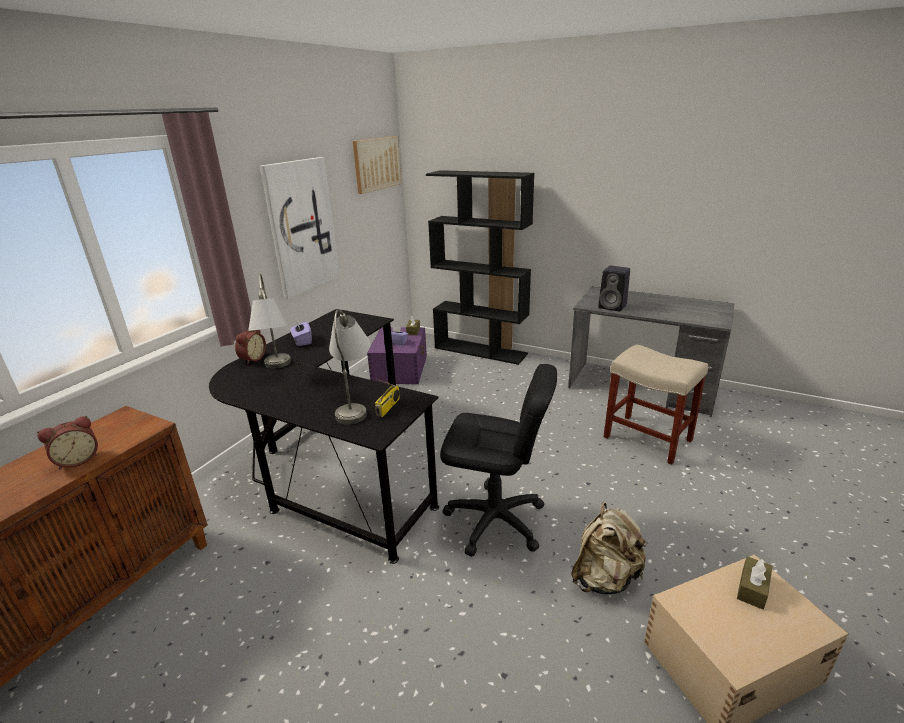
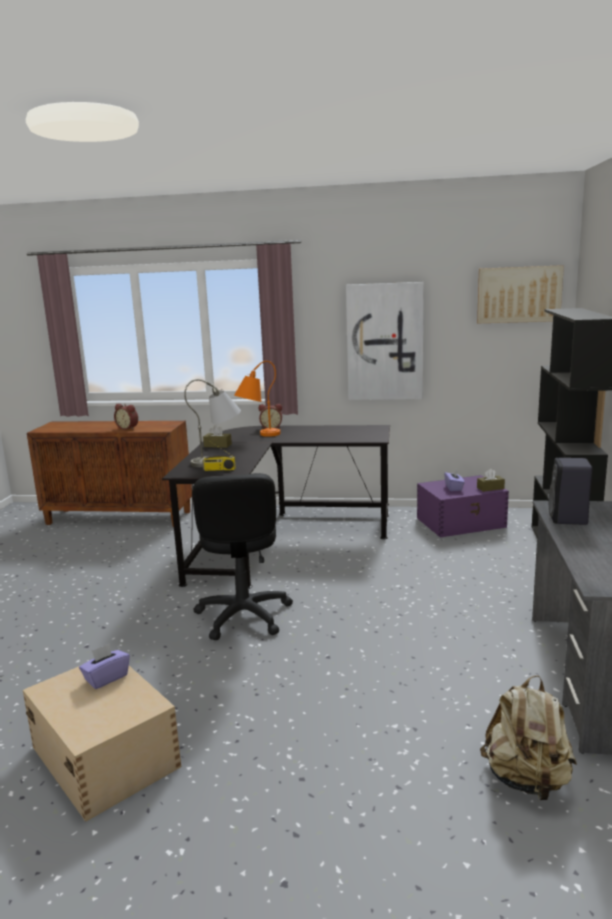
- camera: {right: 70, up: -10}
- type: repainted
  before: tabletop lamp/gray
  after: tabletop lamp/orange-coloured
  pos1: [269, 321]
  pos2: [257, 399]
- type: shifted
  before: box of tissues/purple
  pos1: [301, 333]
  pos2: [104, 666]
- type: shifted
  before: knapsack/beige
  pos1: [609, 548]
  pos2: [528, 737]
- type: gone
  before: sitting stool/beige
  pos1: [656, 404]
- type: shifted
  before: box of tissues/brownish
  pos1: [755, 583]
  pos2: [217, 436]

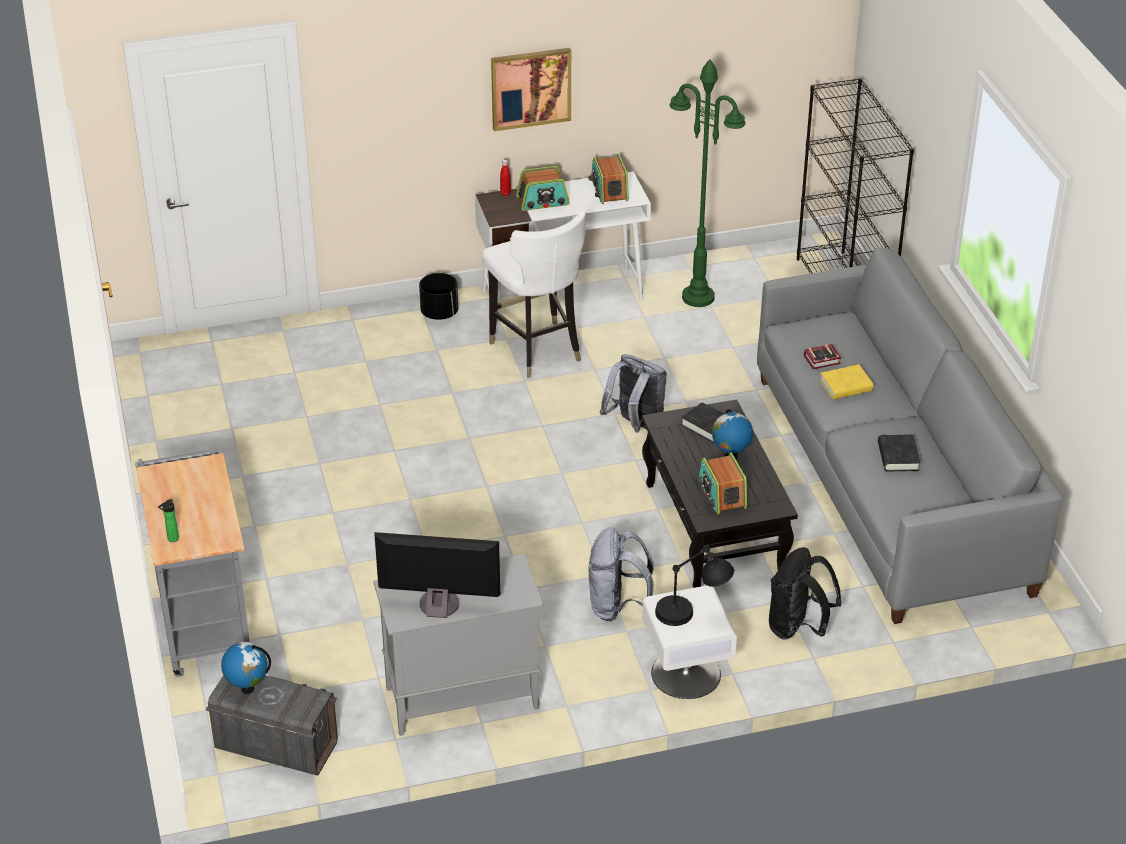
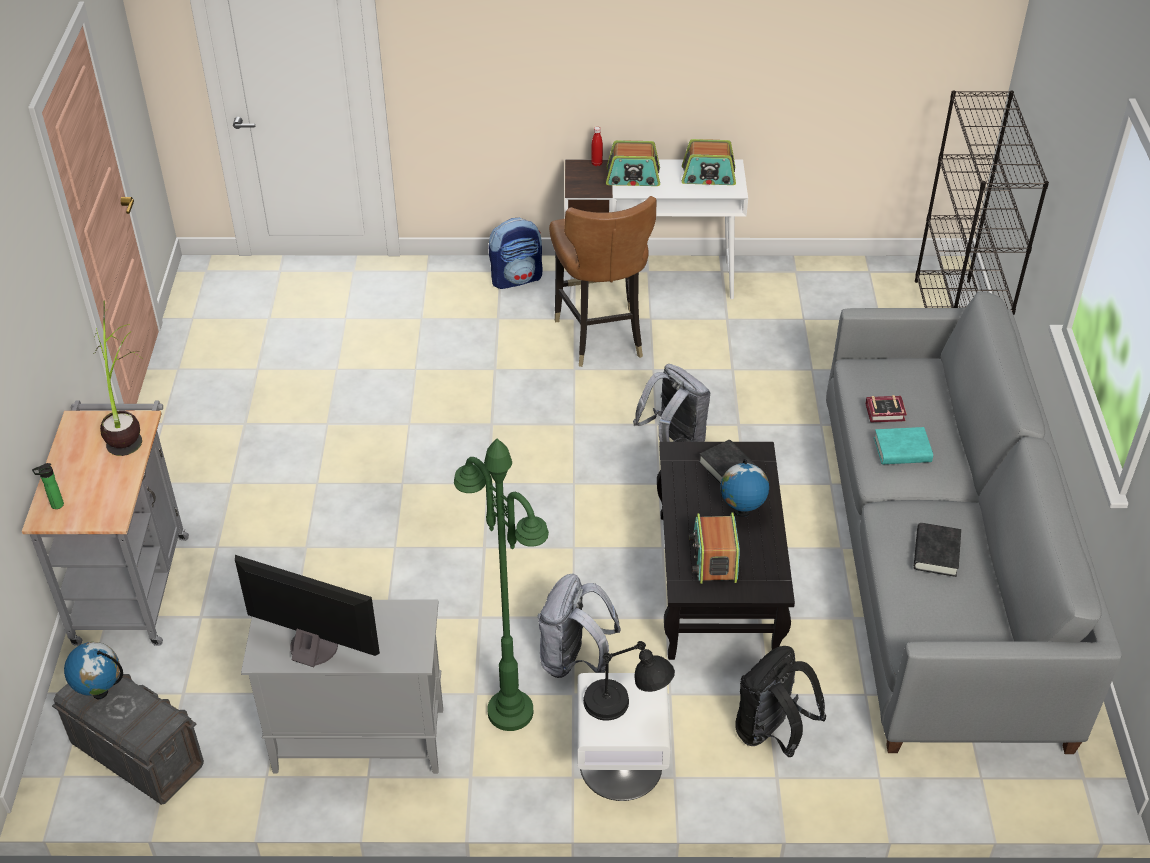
- camera: {right: 15, up: 5}
- type: swapped
  before: flower pot/black
  after: knapsack
  pos1: [438, 296]
  pos2: [515, 253]
- type: repainted
  before: plain chair/white-coloured
  after: plain chair/brownish
  pos1: [534, 294]
  pos2: [603, 281]
- type: gone
  before: wall art
  pos1: [531, 89]
- type: rotated
  before: radio
  pos1: [608, 179]
  pos2: [709, 162]
  turn: -90
- type: shifted
  before: standard lamp/green-coloured
  pos1: [707, 183]
  pos2: [501, 585]
- type: repainted
  before: book/yellow
  after: book/blue-green
  pos1: [846, 381]
  pos2: [903, 445]
- type: new
  after: houseplant
  pos2: [118, 378]

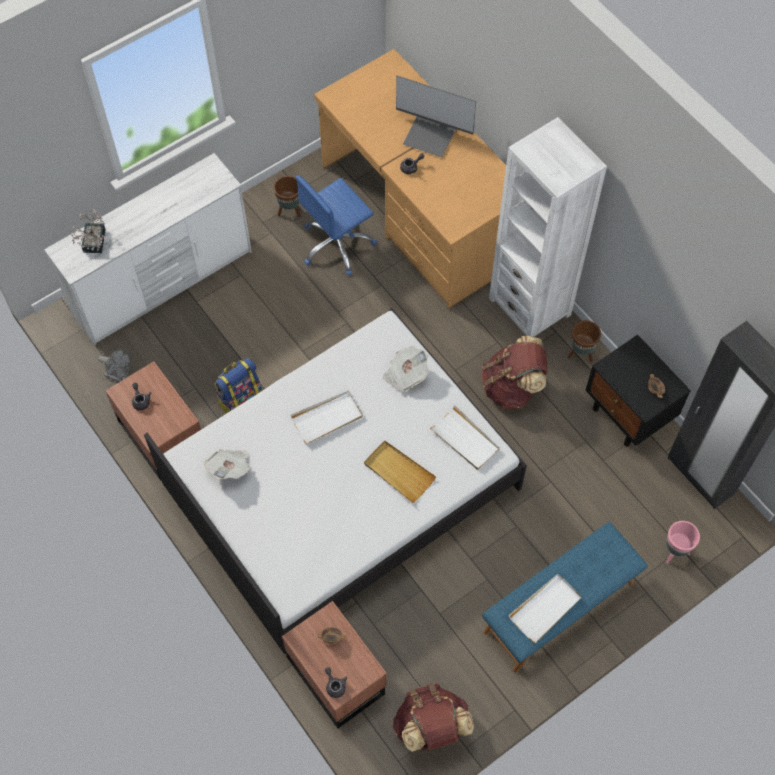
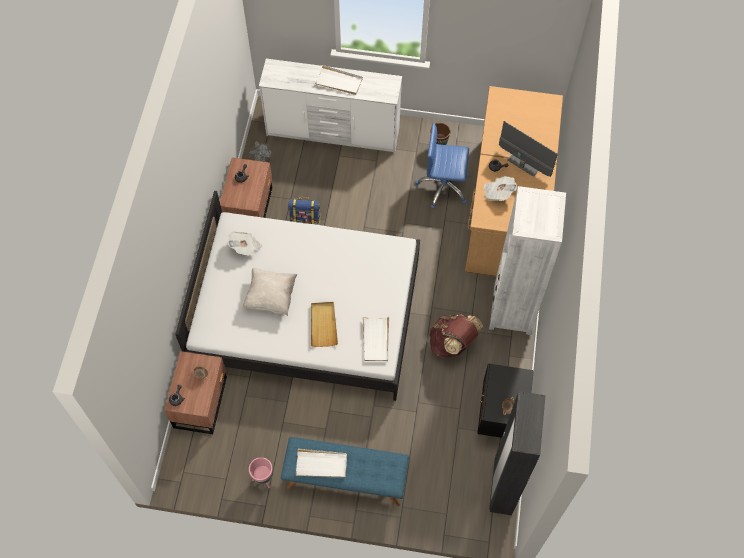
- camera: {right: 45, up: 0}
- type: gone
  before: houseplant
  pos1: [88, 231]
- type: shifted
  before: serving tray/white-coloured
  pos1: [326, 417]
  pos2: [338, 80]
- type: shifted
  before: printed paper
  pos1: [406, 369]
  pos2: [500, 188]
- type: gone
  before: knapsack/brownish
  pos1: [433, 717]
- type: rotated
  before: computer screen
  pos1: [436, 116]
  pos2: [528, 149]
  turn: 150
- type: gone
  before: flower pot/brownish
  pos1: [584, 341]
- type: shifted
  before: flower pot/pink
  pos1: [683, 542]
  pos2: [260, 472]
- type: new
  after: cushion/beige
  pos2: [269, 292]

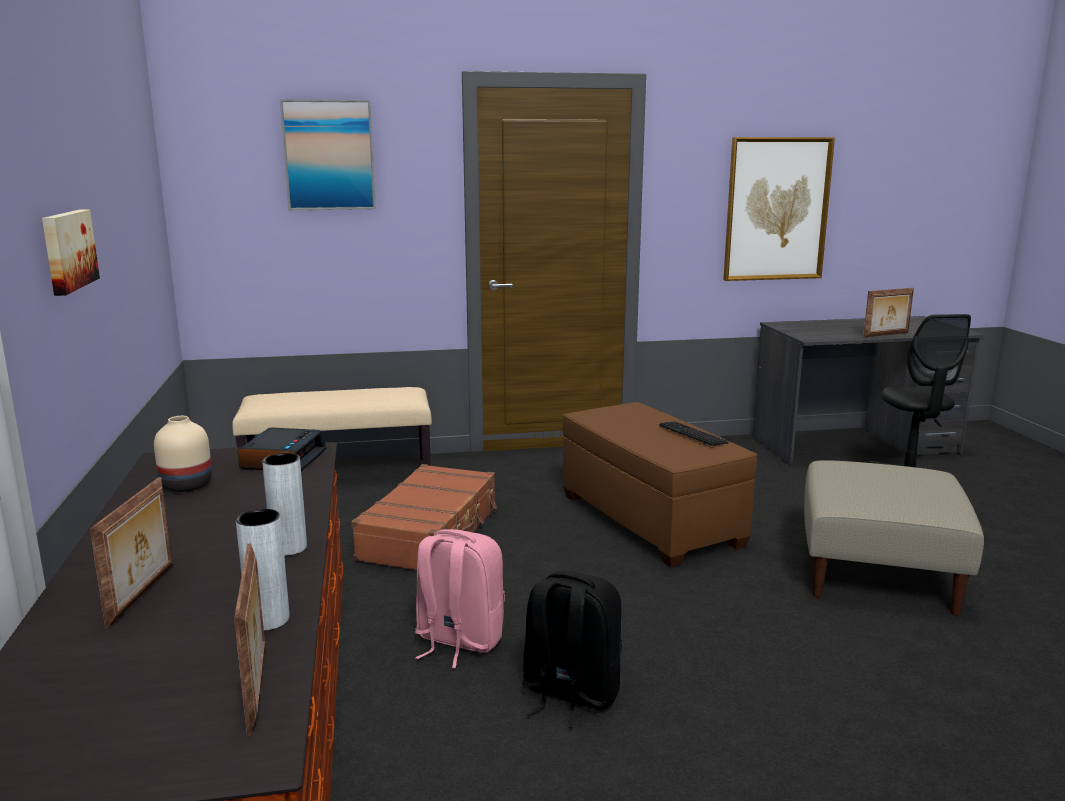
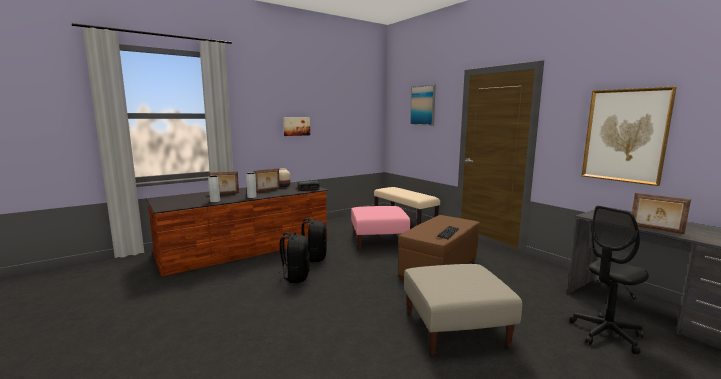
- camera: {right: 65, up: -5}
- type: shifted
  before: standing frame
  pos1: [249, 639]
  pos2: [267, 180]
- type: swapped
  before: travel case/brownish
  after: pouffe/pink
  pos1: [424, 517]
  pos2: [380, 227]
- type: repainted
  before: knapsack/pink
  after: knapsack/black
  pos1: [460, 598]
  pos2: [314, 240]

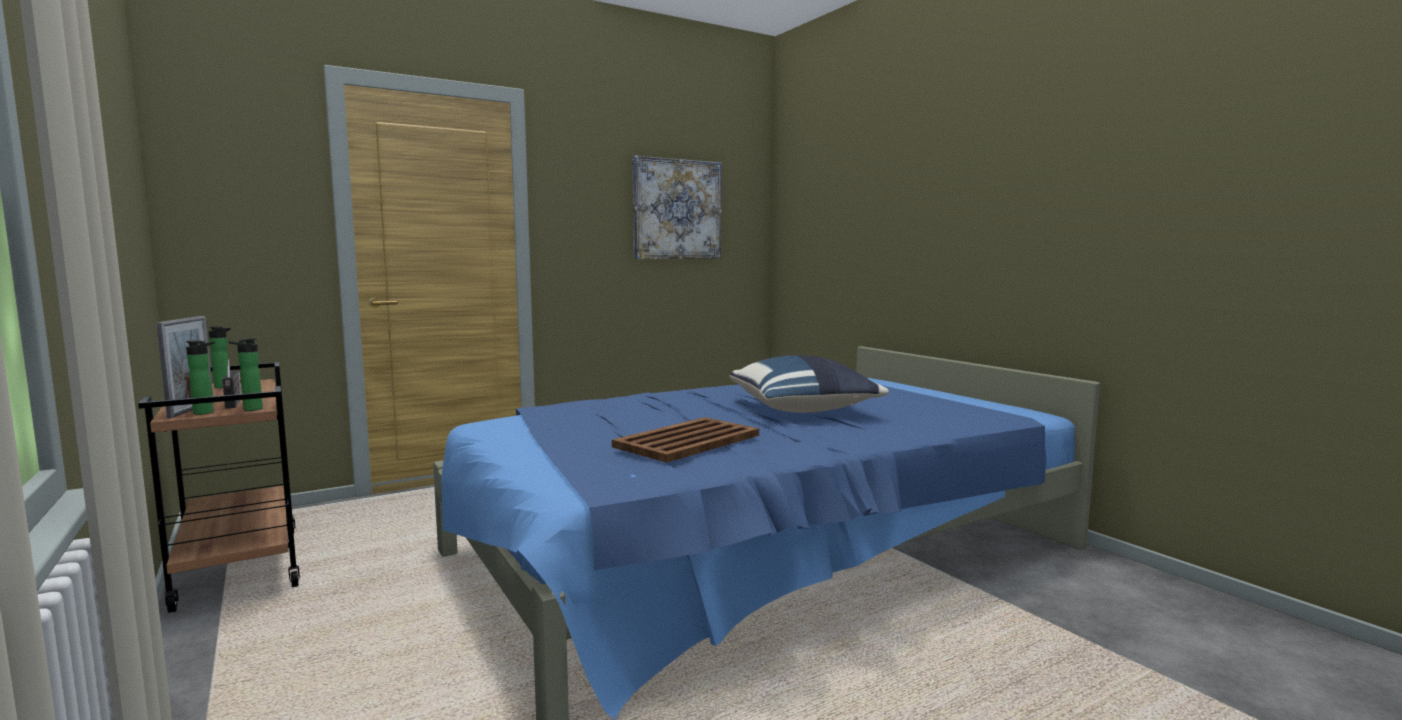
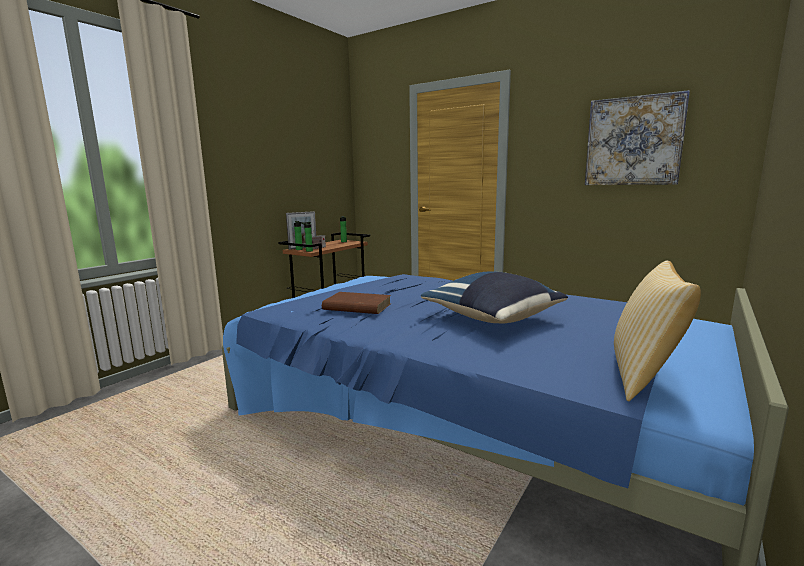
- camera: {right: 65, up: 5}
- type: swapped
  before: serving tray/brownish
  after: book/brownish
  pos1: [685, 440]
  pos2: [356, 303]
- type: new
  after: cushion
  pos2: [657, 331]

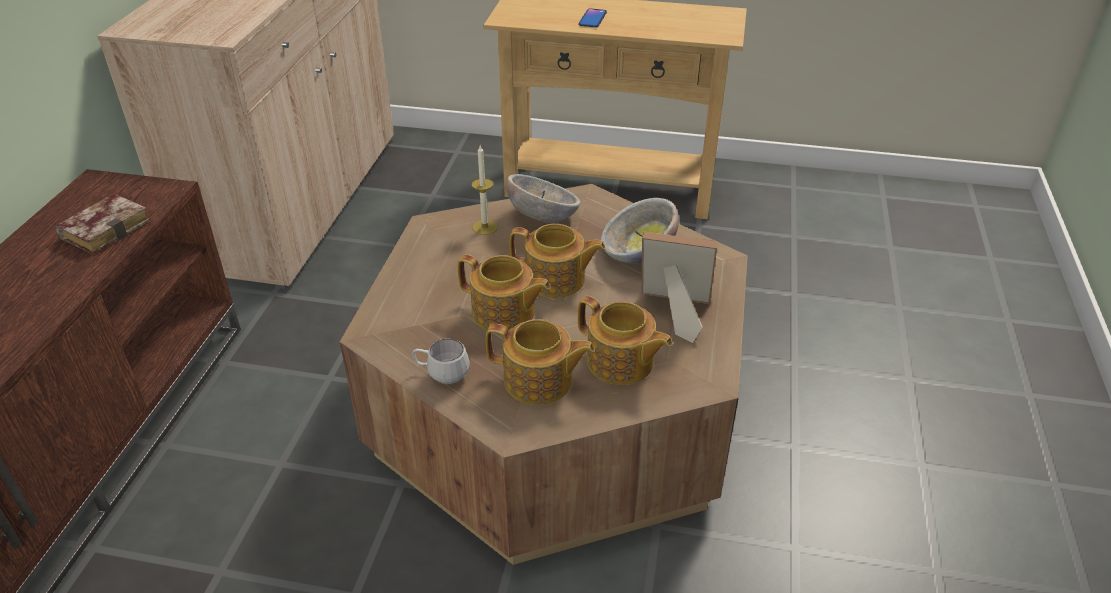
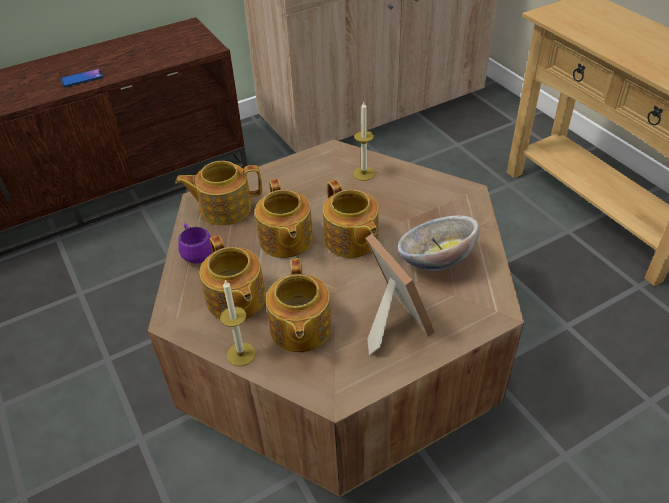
- camera: {right: 50, up: 5}
- type: gone
  before: book
  pos1: [102, 224]
- type: repainted
  before: coffee mug/white-coloured
  after: coffee mug/purple
  pos1: [440, 361]
  pos2: [195, 244]
- type: gone
  before: serving bowl
  pos1: [543, 198]
- type: shifted
  before: telephone
  pos1: [593, 18]
  pos2: [82, 78]
- type: new
  after: teapot
  pos2: [218, 193]
- type: new
  after: wax candle
  pos2: [238, 322]

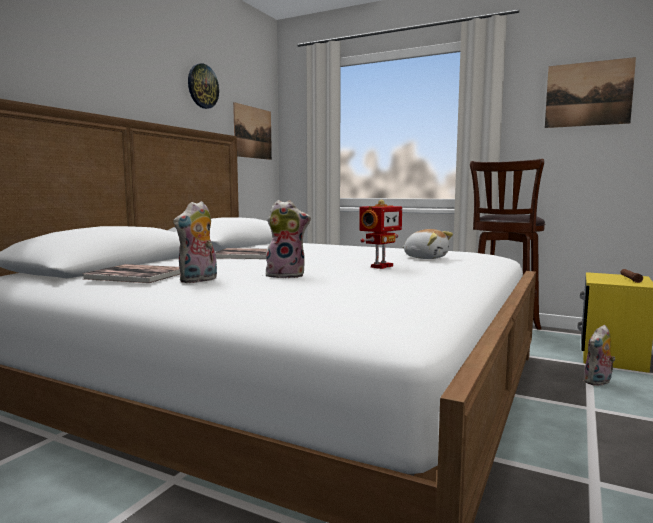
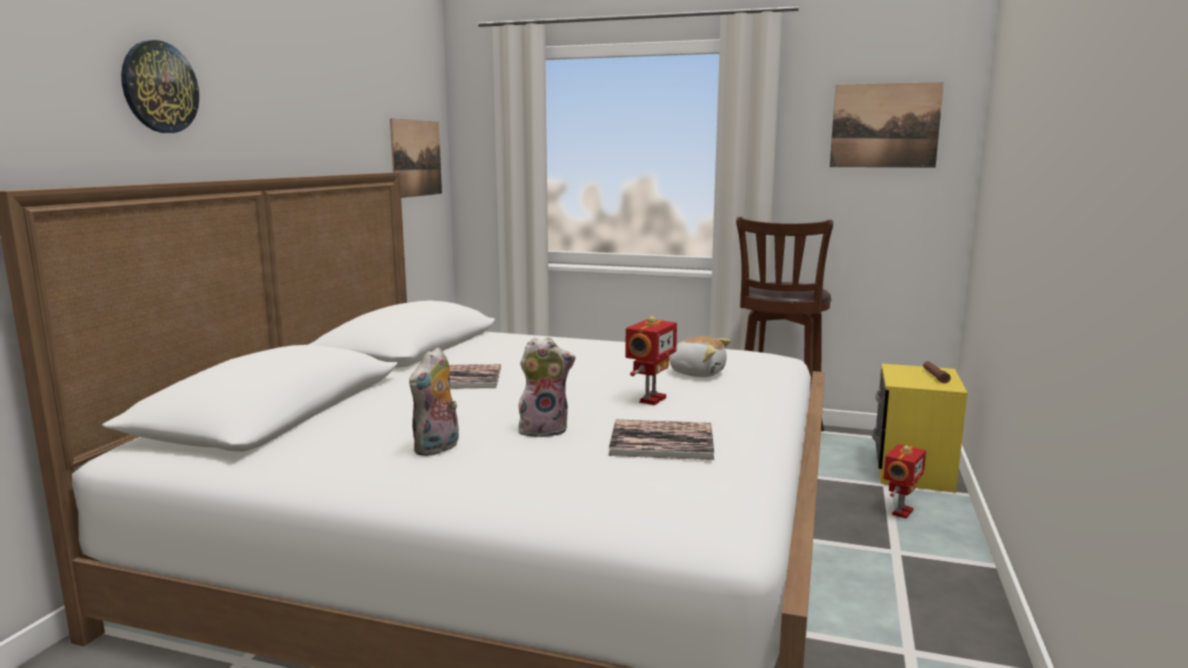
- camera: {right: -10, up: 5}
- type: shifted
  before: book
  pos1: [131, 273]
  pos2: [661, 439]
- type: shifted
  before: hanging clock
  pos1: [203, 86]
  pos2: [160, 86]
- type: swapped
  before: cuddly toy
  after: robot figure
  pos1: [599, 355]
  pos2: [904, 481]

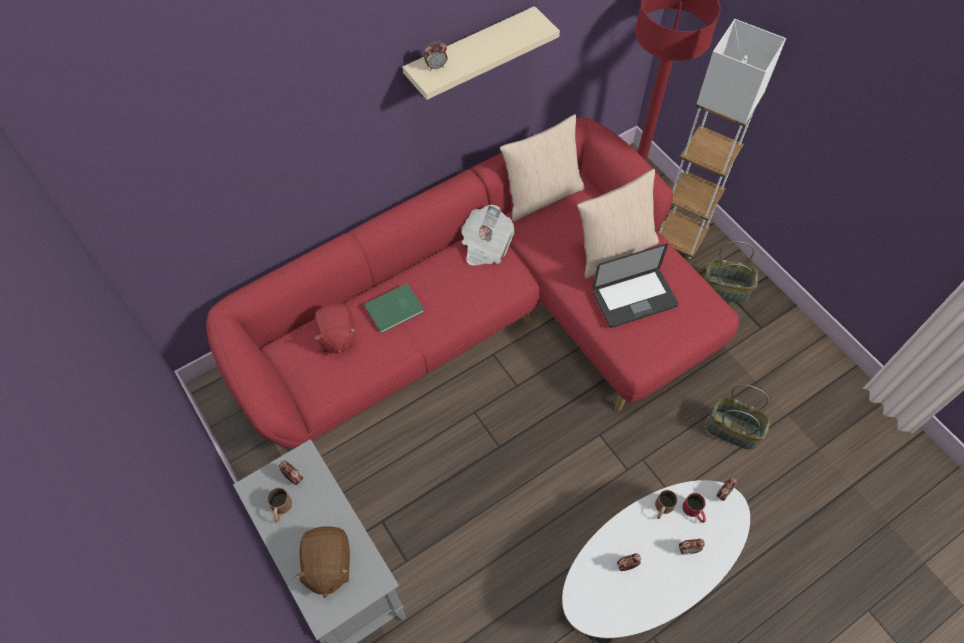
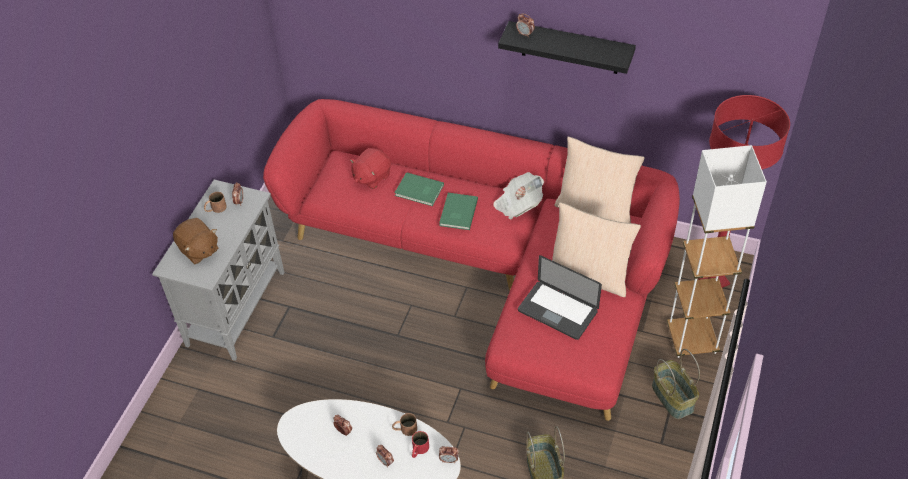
- camera: {right: 55, up: -10}
- type: rotated
  before: cuddly toy/brownish
  pos1: [322, 562]
  pos2: [196, 241]
  turn: -90
- type: repainted
  before: wall shelf/beige
  after: wall shelf/black
  pos1: [481, 53]
  pos2: [567, 47]
- type: new
  after: book/green-coloured
  pos2: [458, 211]

